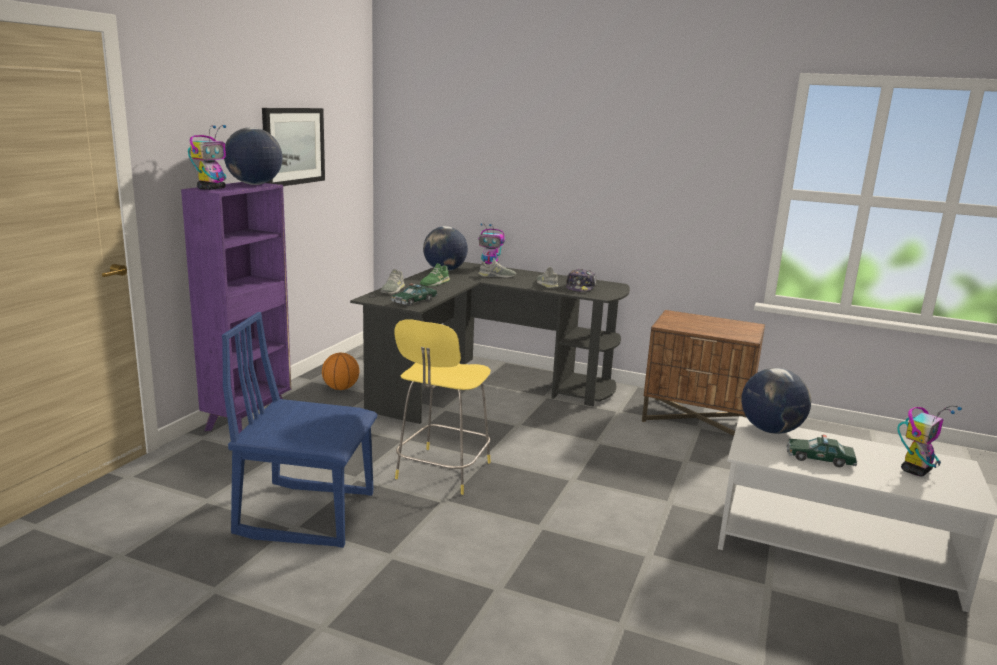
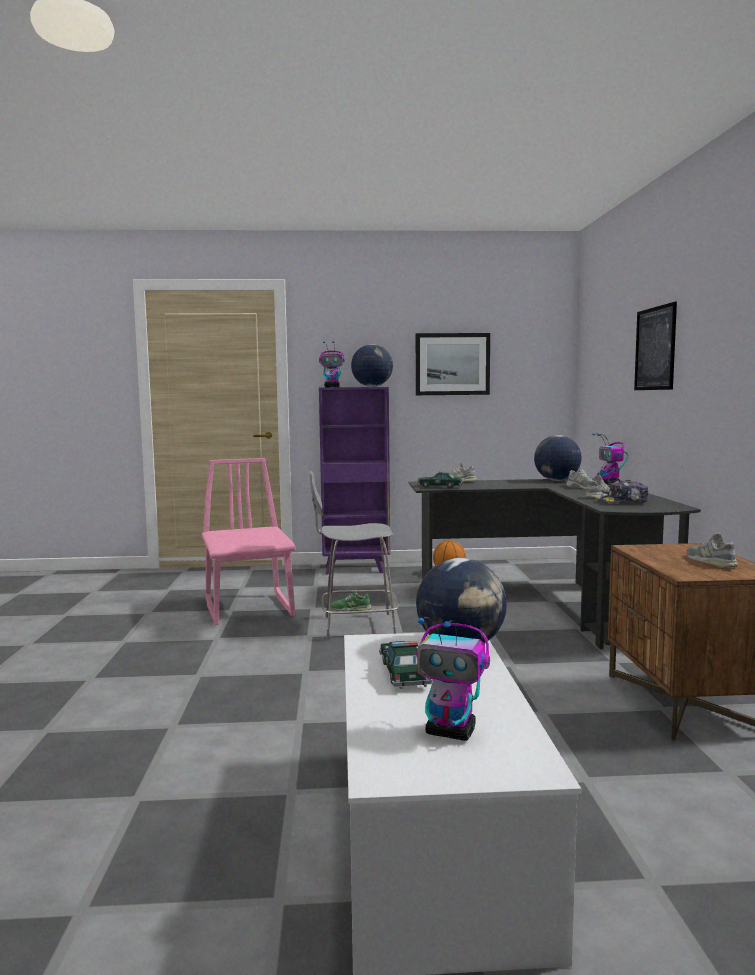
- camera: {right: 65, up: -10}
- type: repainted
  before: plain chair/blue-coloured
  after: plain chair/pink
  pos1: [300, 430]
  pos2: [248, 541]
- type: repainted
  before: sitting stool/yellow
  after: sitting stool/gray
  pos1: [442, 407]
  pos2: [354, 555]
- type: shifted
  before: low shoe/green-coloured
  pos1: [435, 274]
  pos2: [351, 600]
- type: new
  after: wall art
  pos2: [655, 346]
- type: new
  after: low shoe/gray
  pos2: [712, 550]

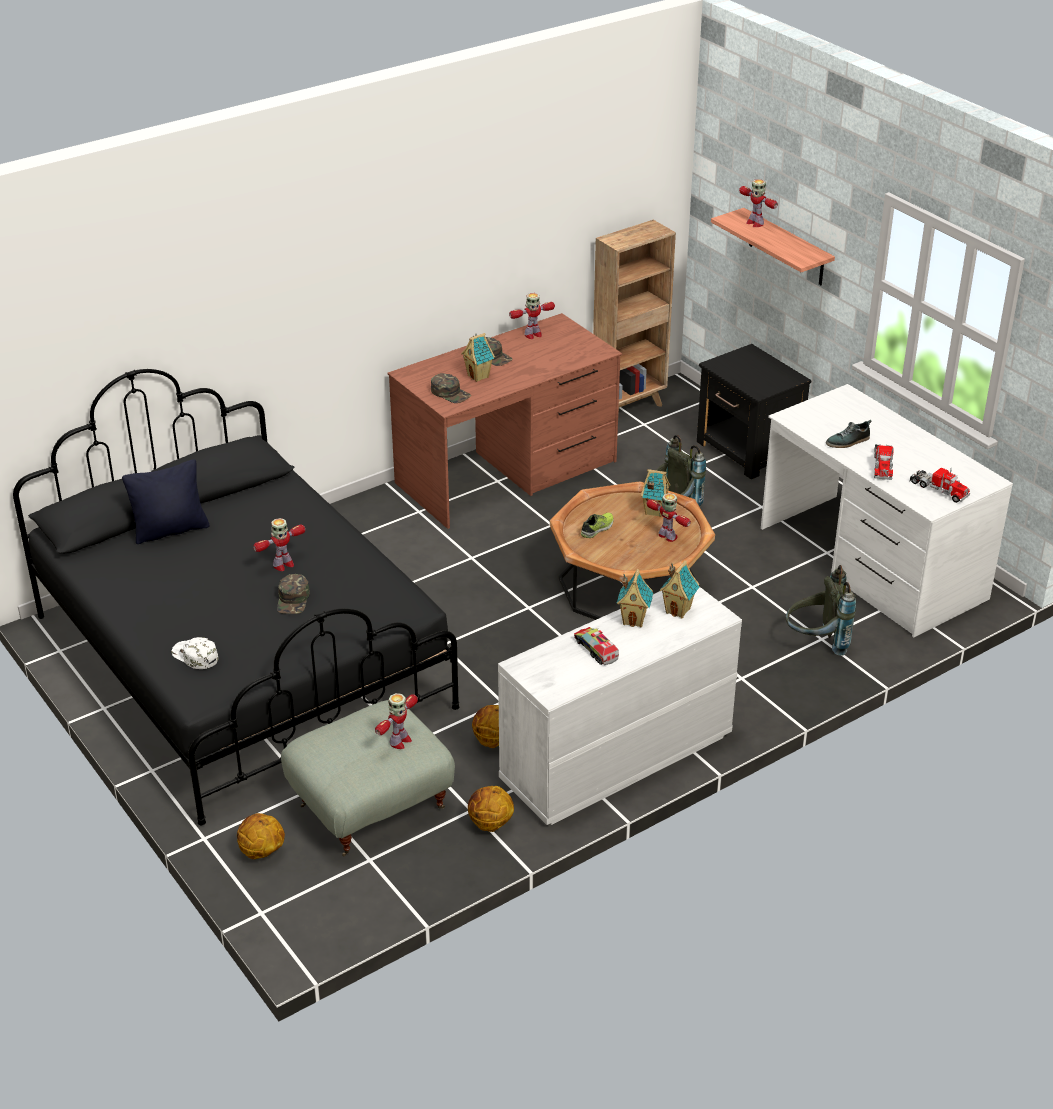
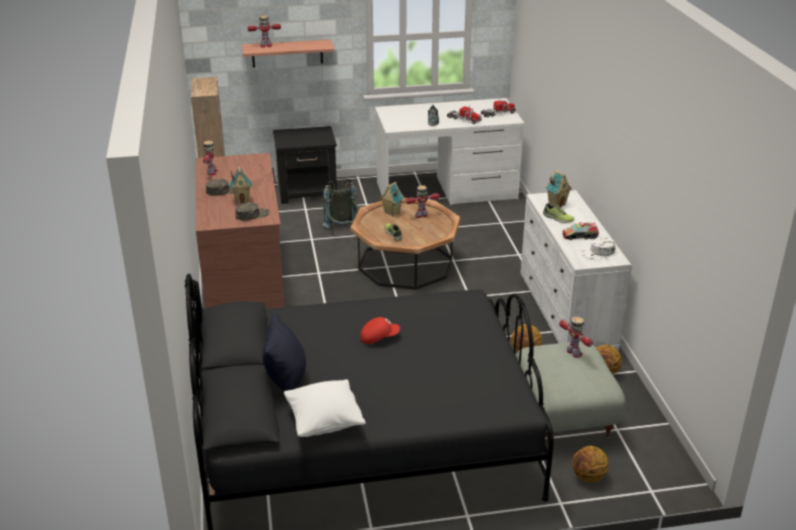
- camera: {right: -65, up: -5}
- type: shifted
  before: cap/white-coloured
  pos1: [194, 653]
  pos2: [598, 248]
- type: swapped
  before: robot figure
  after: cap/red
  pos1: [279, 544]
  pos2: [380, 330]
- type: gone
  before: cap/green-coloured
  pos1: [293, 594]
- type: swapped
  before: toy house
  after: low shoe
  pos1: [635, 598]
  pos2: [558, 213]
- type: gone
  before: knapsack/gray
  pos1: [820, 610]
- type: new
  after: cushion/white-coloured
  pos2: [325, 408]

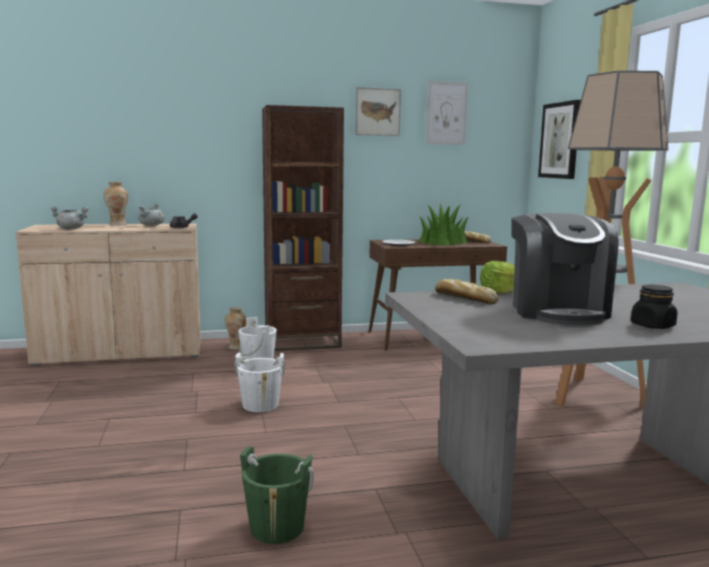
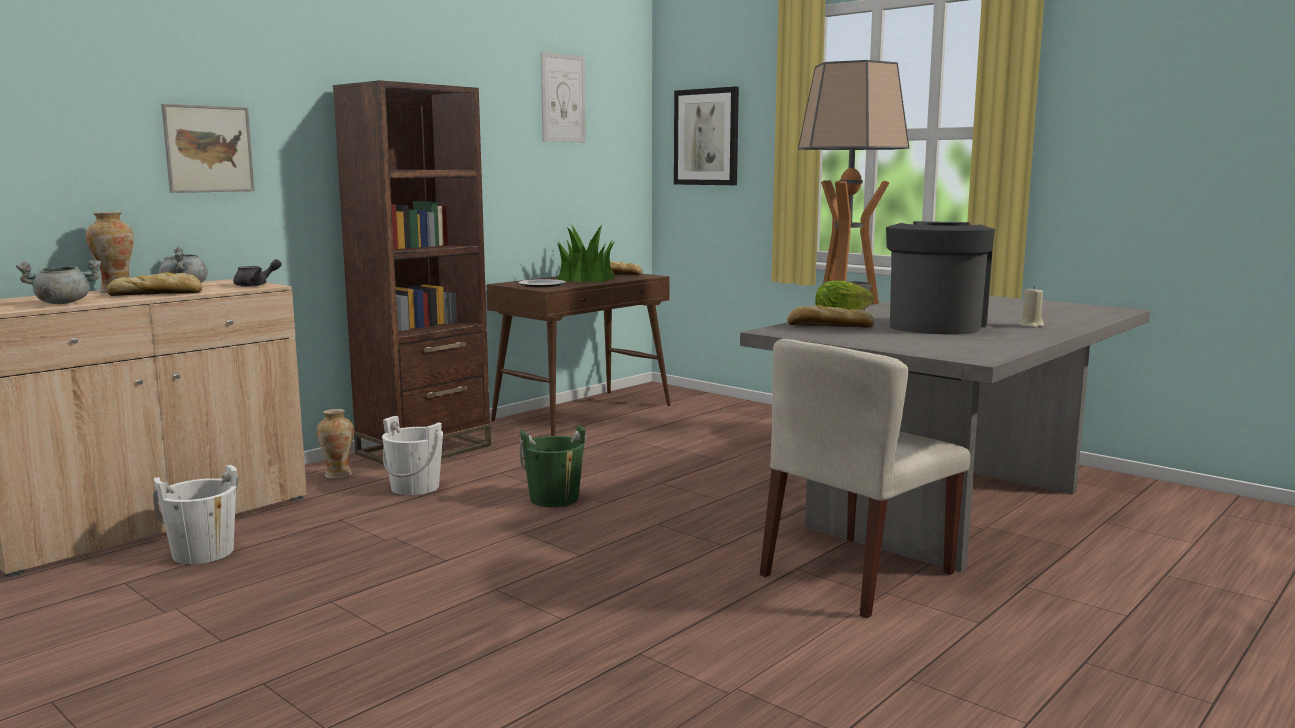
- camera: {right: -35, up: 0}
- type: shifted
  before: water bucket/white-coloured
  pos1: [260, 382]
  pos2: [196, 514]
- type: shifted
  before: water bucket/green-coloured
  pos1: [277, 495]
  pos2: [552, 466]
- type: shifted
  before: wall art
  pos1: [378, 111]
  pos2: [208, 148]
- type: rotated
  before: coffee machine
  pos1: [565, 269]
  pos2: [940, 277]
  turn: -120
- type: swapped
  before: storage jar/black
  after: wax candle/beige
  pos1: [654, 307]
  pos2: [1031, 307]
- type: new
  after: bakery bread
  pos2: [154, 284]
- type: new
  after: plain chair/beige
  pos2: [865, 478]

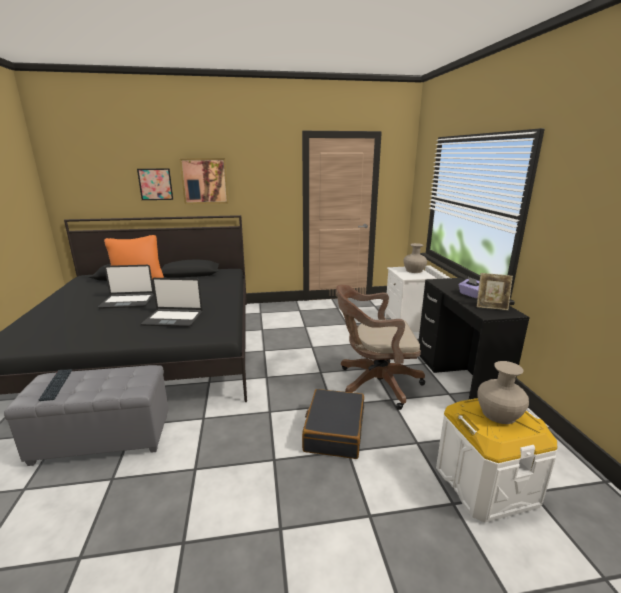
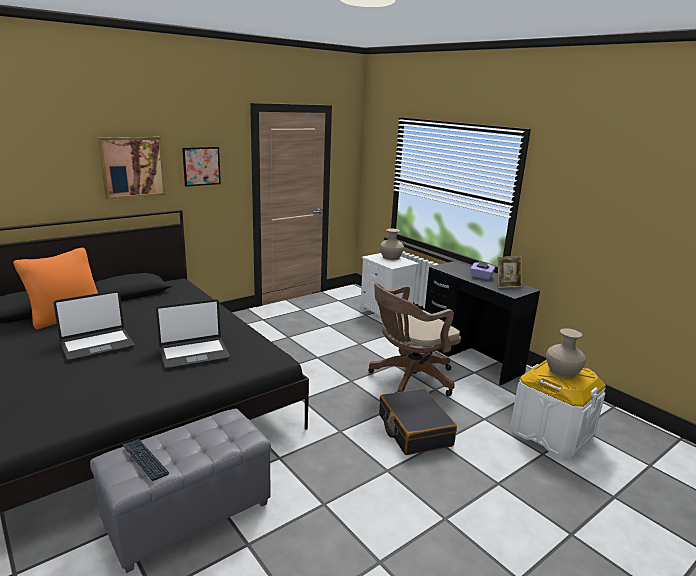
- camera: {right: -30, up: 0}
- type: shifted
  before: wall art
  pos1: [155, 184]
  pos2: [201, 167]

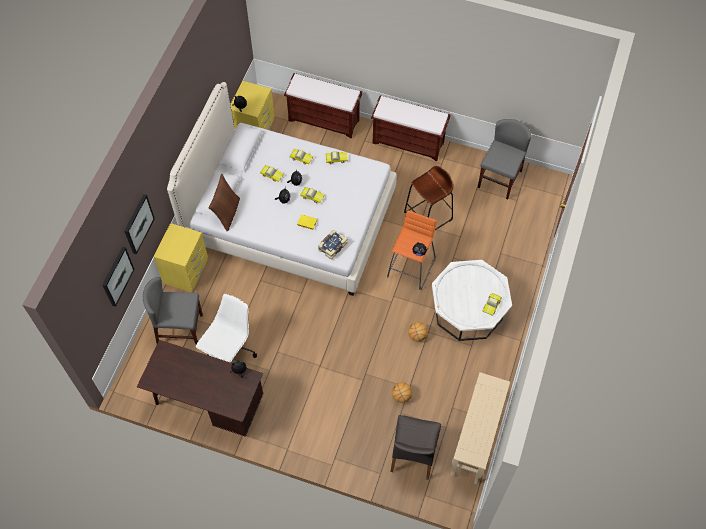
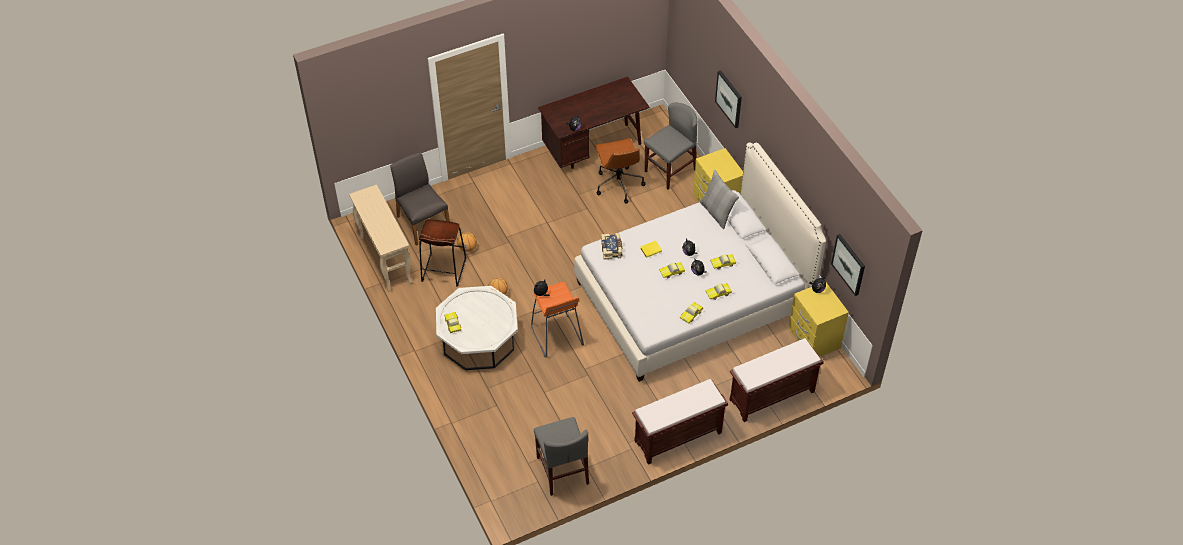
- camera: {right: 135, up: -10}
- type: shifted
  before: wall art
  pos1: [119, 276]
  pos2: [848, 265]
- type: repainted
  before: desk chair/white-coloured
  after: desk chair/brownish
  pos1: [226, 328]
  pos2: [620, 171]
- type: repainted
  before: cushion/brownish
  after: cushion/gray
  pos1: [224, 202]
  pos2: [719, 199]
- type: shifted
  before: sitting stool/brownish
  pos1: [429, 198]
  pos2: [442, 253]

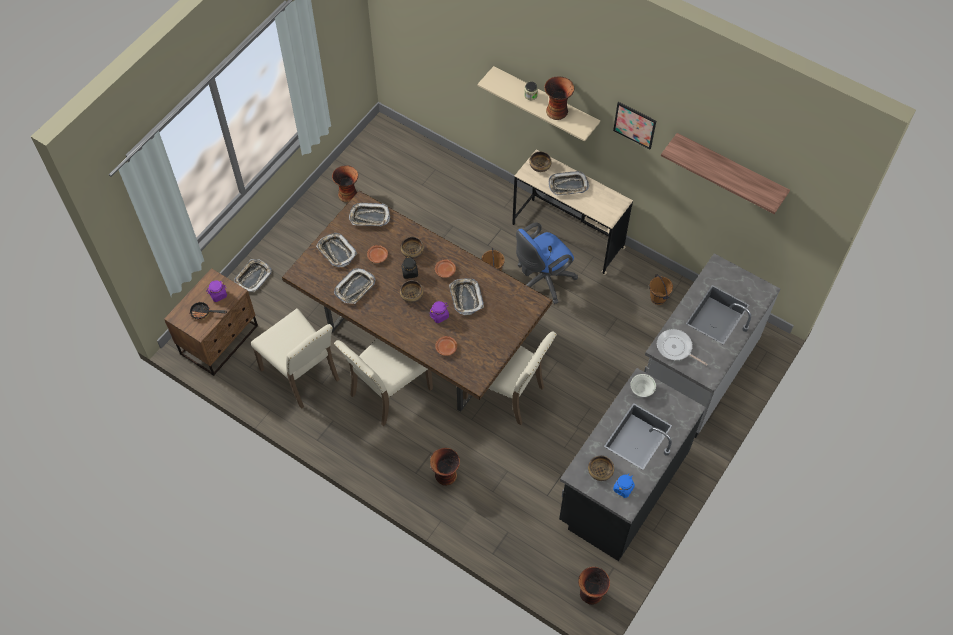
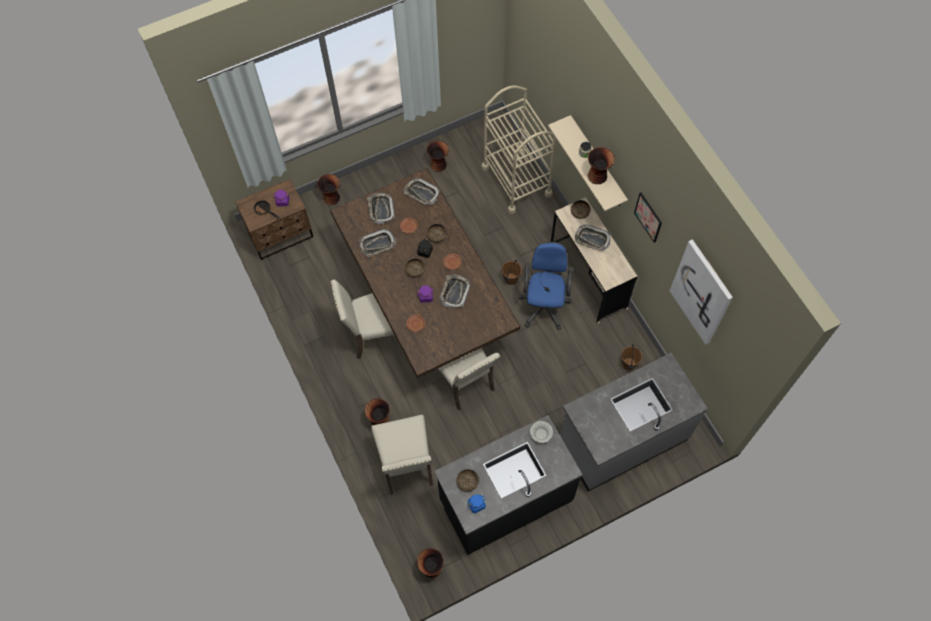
- camera: {right: 30, up: 5}
- type: swapped
  before: serving tray
  after: flower vase
  pos1: [253, 275]
  pos2: [328, 189]
- type: shifted
  before: plain chair/beige
  pos1: [295, 359]
  pos2: [402, 454]
- type: rotated
  before: desk chair/blue-coloured
  pos1: [547, 263]
  pos2: [546, 286]
  turn: 105
- type: gone
  before: skillet
  pos1: [682, 347]
- type: swapped
  before: wall shelf
  after: wall art
  pos1: [725, 173]
  pos2: [701, 292]
- type: new
  after: wheeled cart/beige
  pos2: [519, 149]

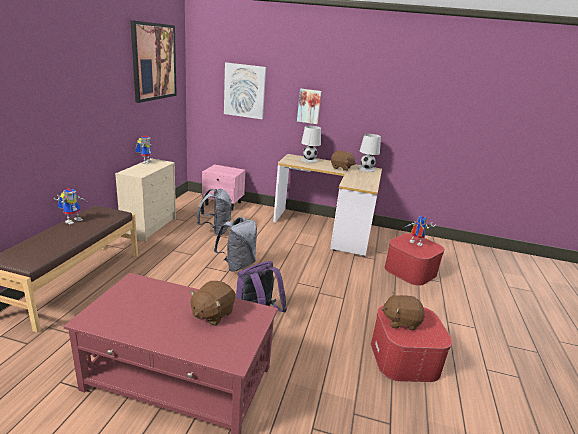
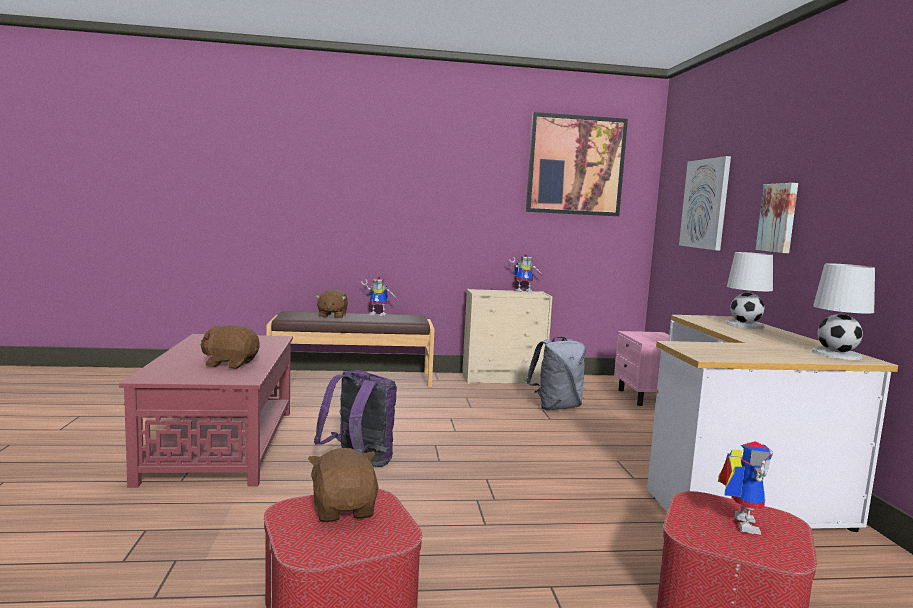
- camera: {right: 70, up: -15}
- type: gone
  before: knapsack/gray
  pos1: [235, 244]
- type: shifted
  before: cuddly toy/brownish
  pos1: [343, 161]
  pos2: [332, 304]

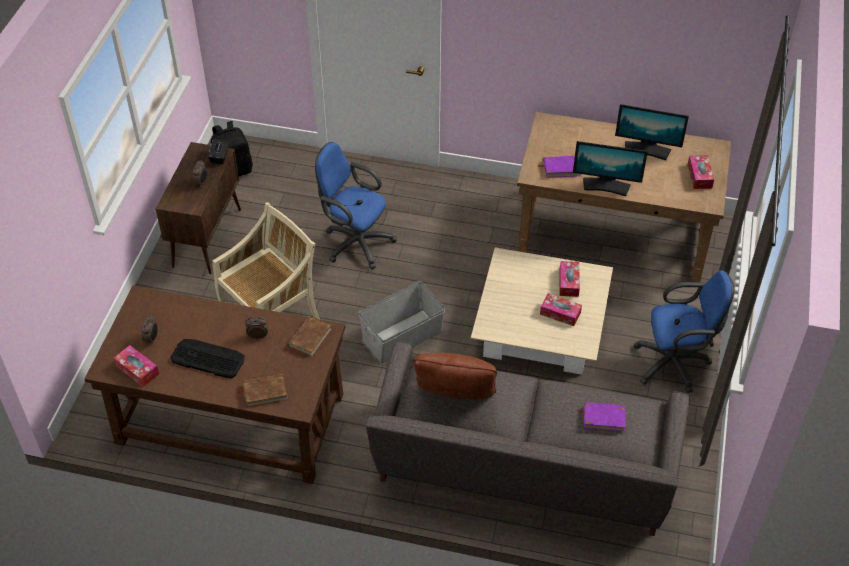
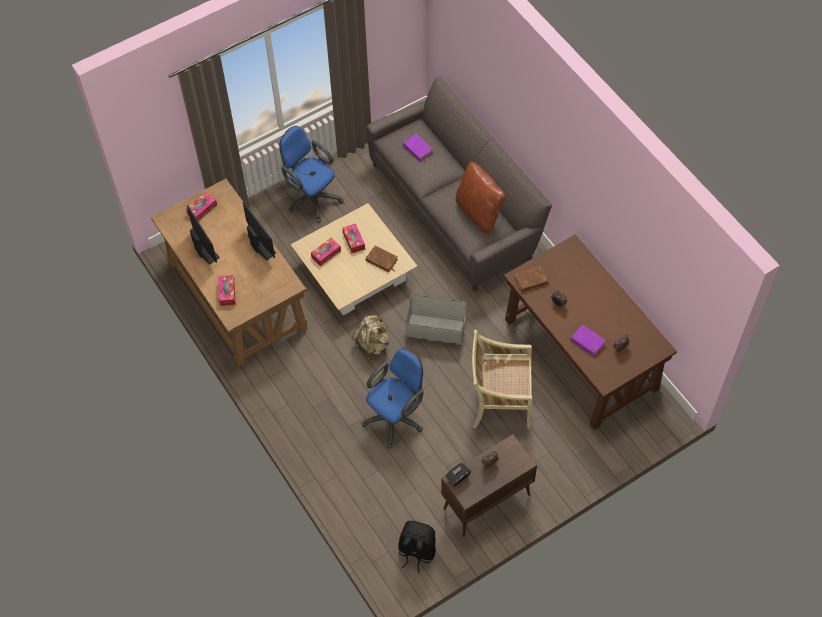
- camera: {right: -135, up: 10}
- type: shifted
  before: box of tissues
  pos1: [136, 366]
  pos2: [226, 290]
- type: gone
  before: PC keyboard
  pos1: [208, 359]
- type: shifted
  before: book/brownish
  pos1: [262, 390]
  pos2: [381, 259]
- type: rotated
  before: desk chair/blue-coloured
  pos1: [356, 205]
  pos2: [392, 398]
  turn: -120
- type: shifted
  before: book/purple
  pos1: [559, 167]
  pos2: [588, 340]
- type: new
  after: knapsack/beige
  pos2: [370, 337]

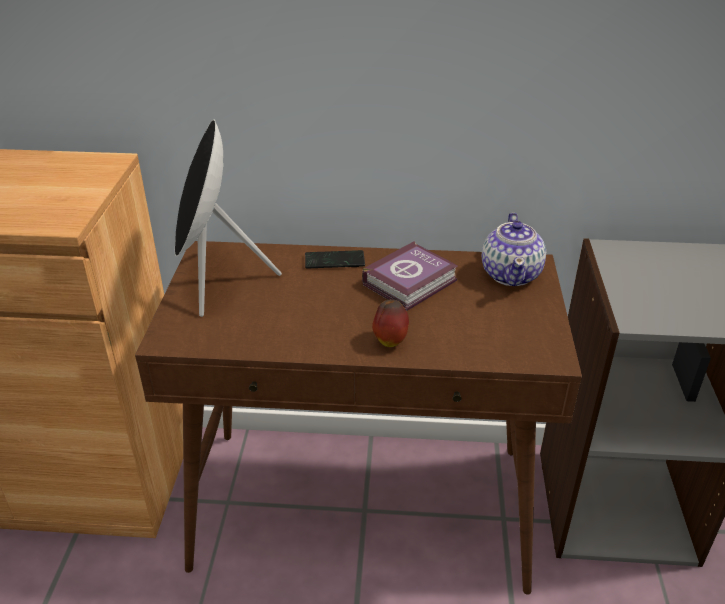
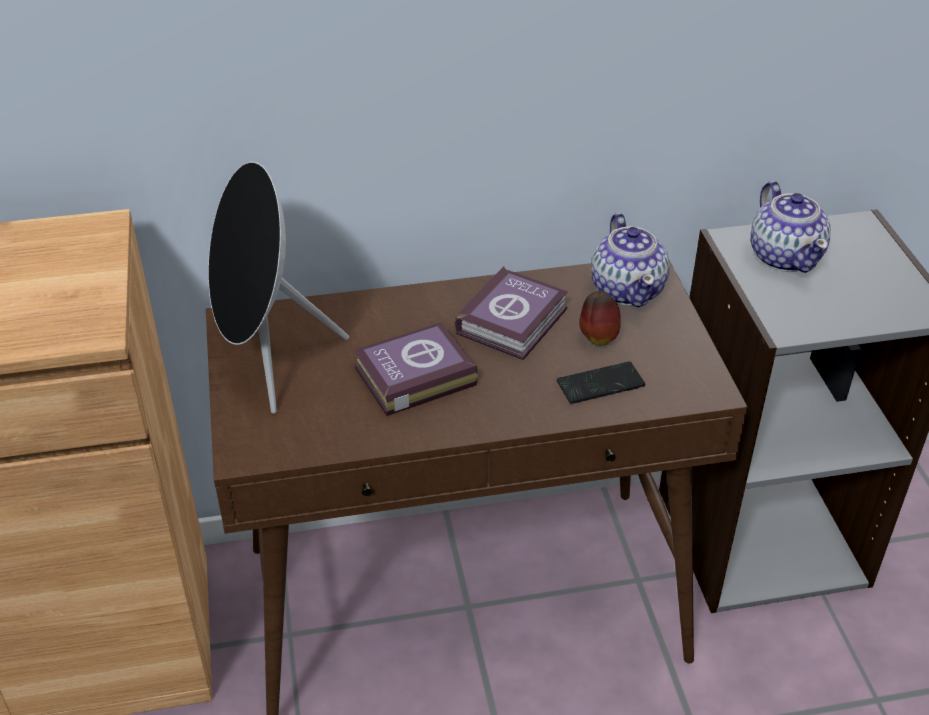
- camera: {right: -15, up: 5}
- type: shifted
  before: telephone
  pos1: [335, 259]
  pos2: [601, 382]
- type: shifted
  before: apple
  pos1: [390, 323]
  pos2: [600, 318]
- type: new
  after: book
  pos2: [415, 369]
- type: new
  after: teapot
  pos2: [790, 227]

